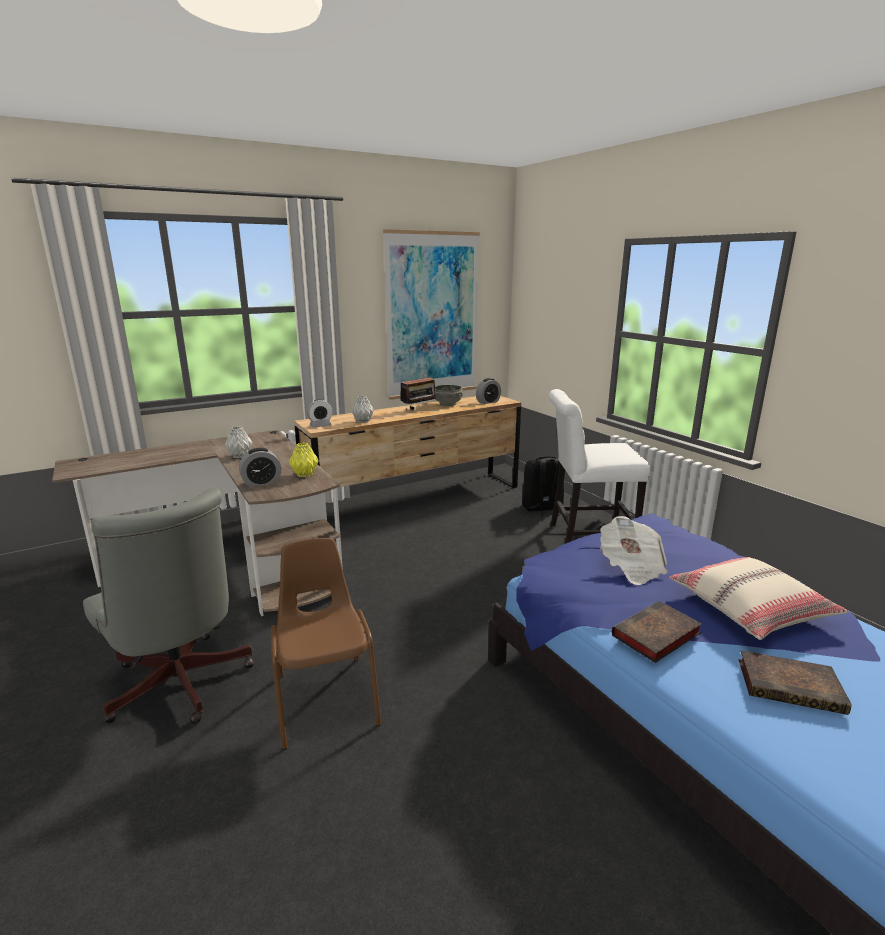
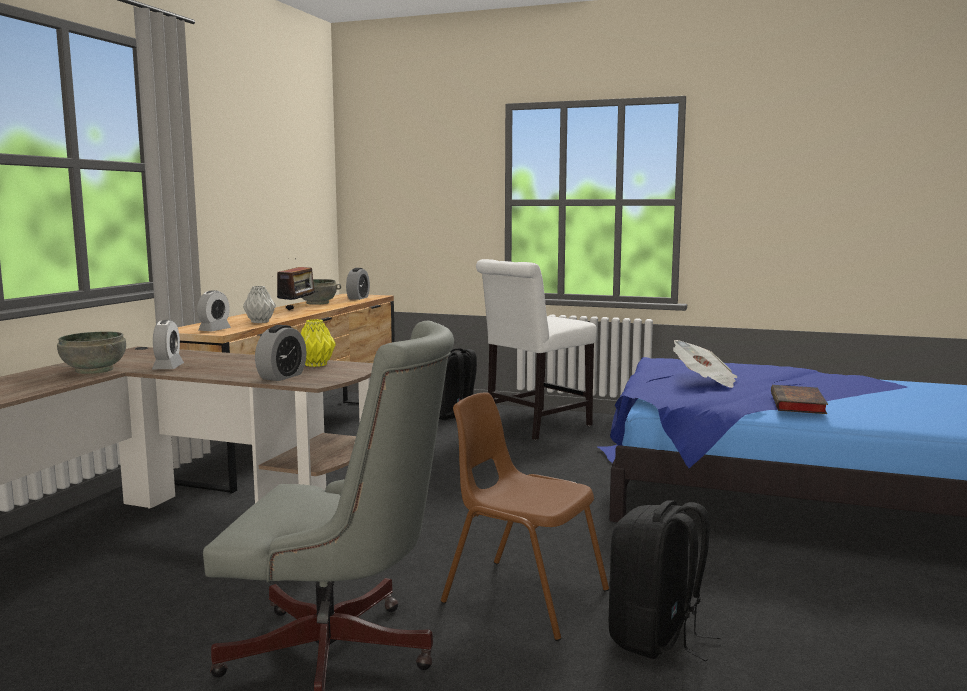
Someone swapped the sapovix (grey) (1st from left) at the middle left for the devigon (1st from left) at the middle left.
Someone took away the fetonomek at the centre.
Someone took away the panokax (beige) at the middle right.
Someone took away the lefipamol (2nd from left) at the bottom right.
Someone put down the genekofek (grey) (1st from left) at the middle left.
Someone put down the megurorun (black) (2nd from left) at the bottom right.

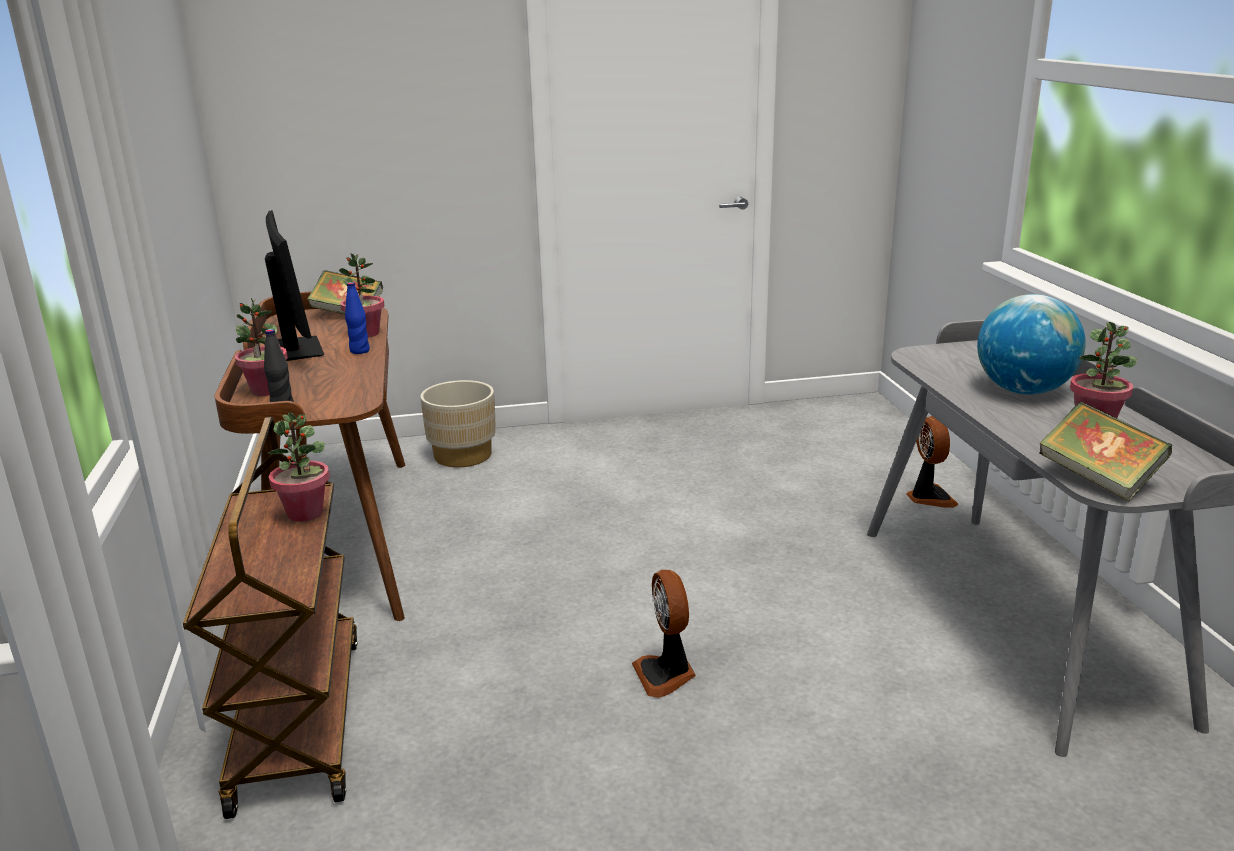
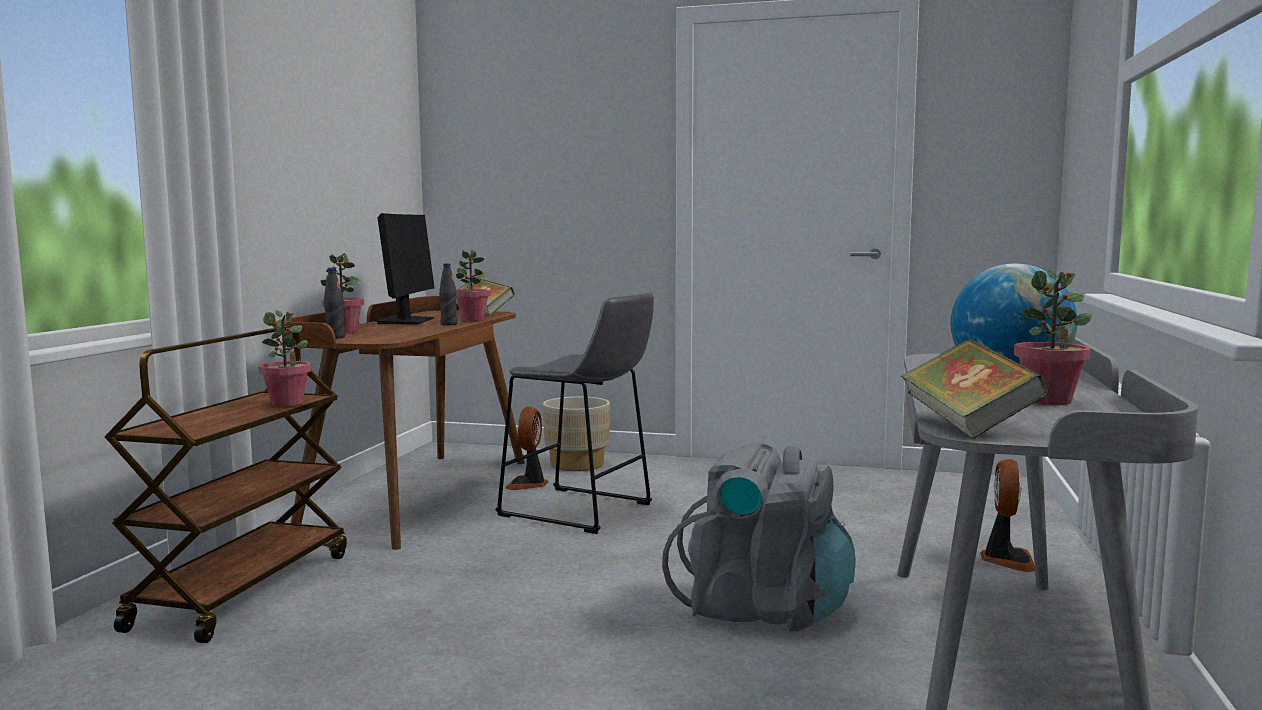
Someone repainted the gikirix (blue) at the middle left, which became the gikirix (black) (2nd from left) at the centre.
Someone carried the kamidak (1st from left) from the bottom centre to the centre.
Someone put down the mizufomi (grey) at the centre.
Someone put down the megurorun (grey) at the bottom centre.

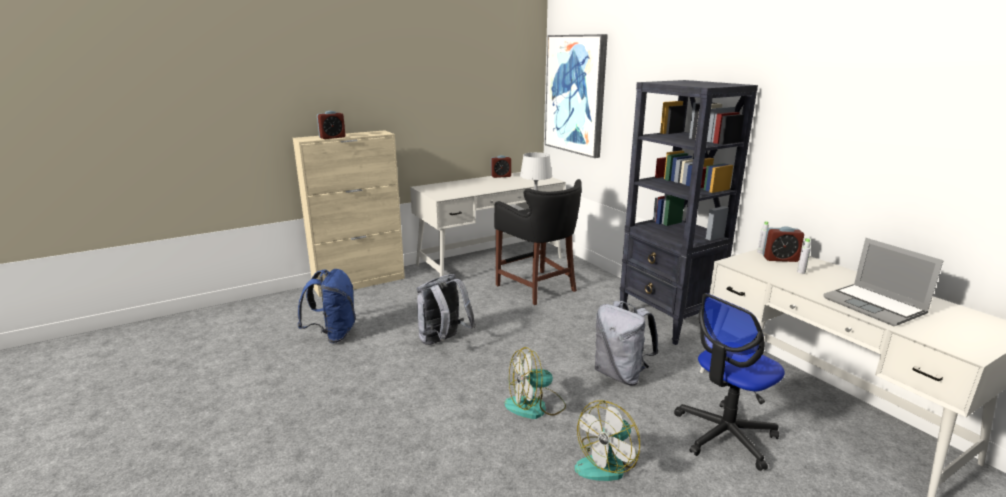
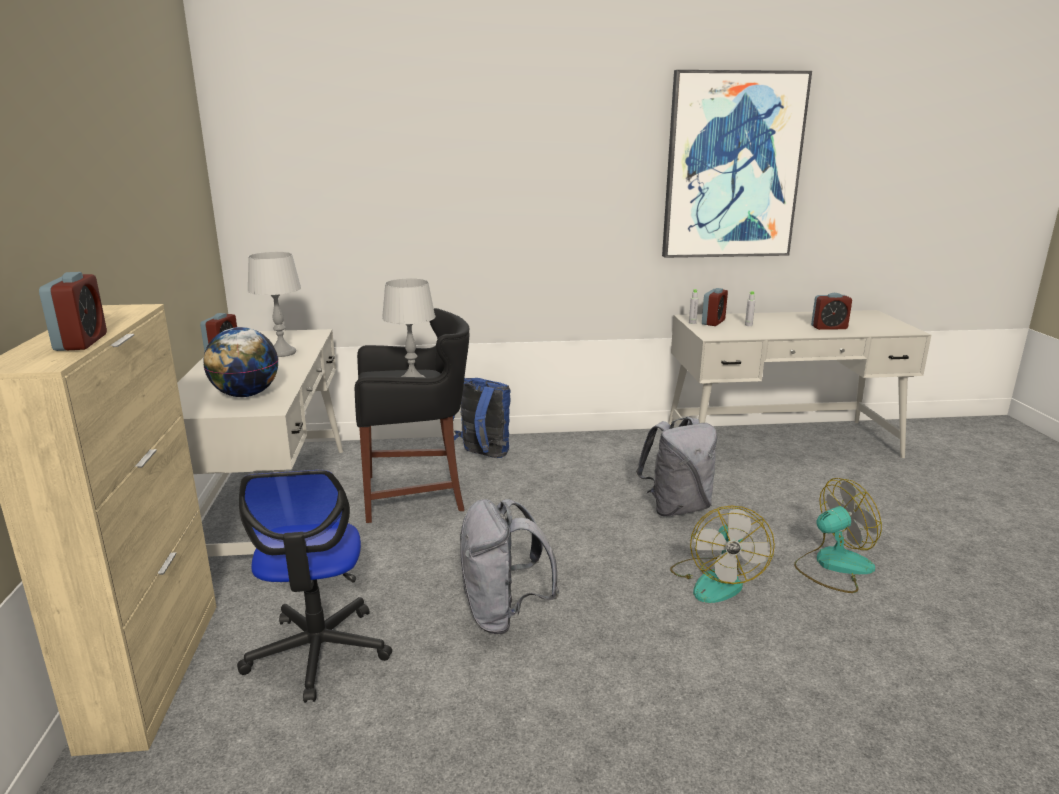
Someone carried the megurorun (blue) from the middle left to the centre.
Someone carried the fetonomek from the top centre to the top right.
Someone rotated the kamidak (2nd from left) at the bottom centre by 90 degrees counterclockwise.
Someone took away the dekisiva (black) at the middle right.
Someone carried the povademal from the bottom right to the bottom left.
Someone swapped the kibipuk at the middle right for the devigon (4th from left) at the middle right.
Someone put down the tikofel at the middle left.
Someone put down the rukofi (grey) (1st from left) at the middle left.

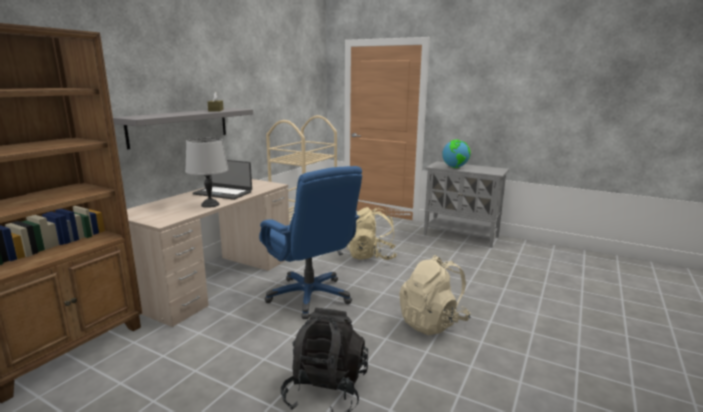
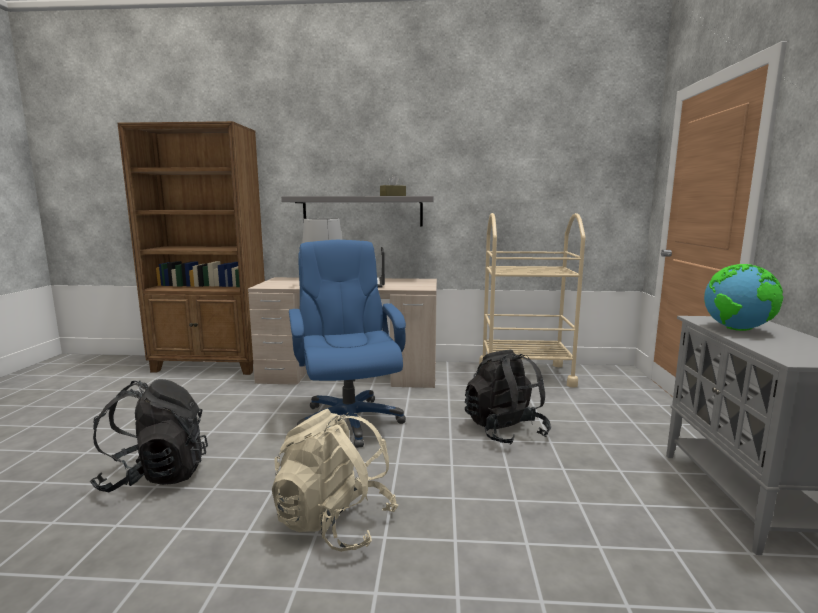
Someone rotated the povademal (blue) at the centre by 135 degrees clockwise.
Someone repainted the megurorun (beige) (1st from left) at the centre, which became the megurorun (black) (2nd from left) at the centre.

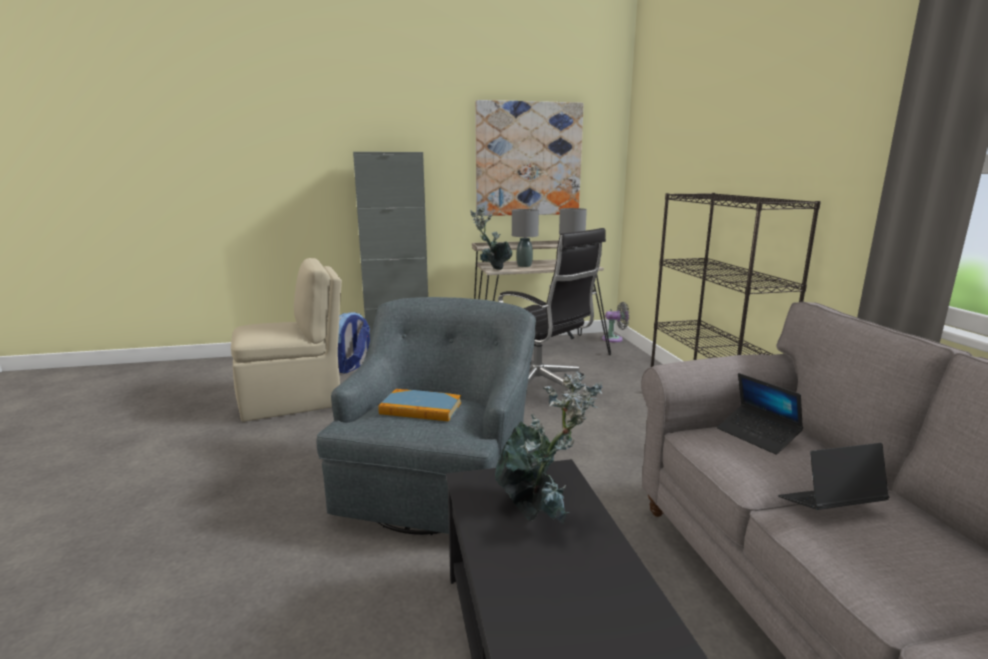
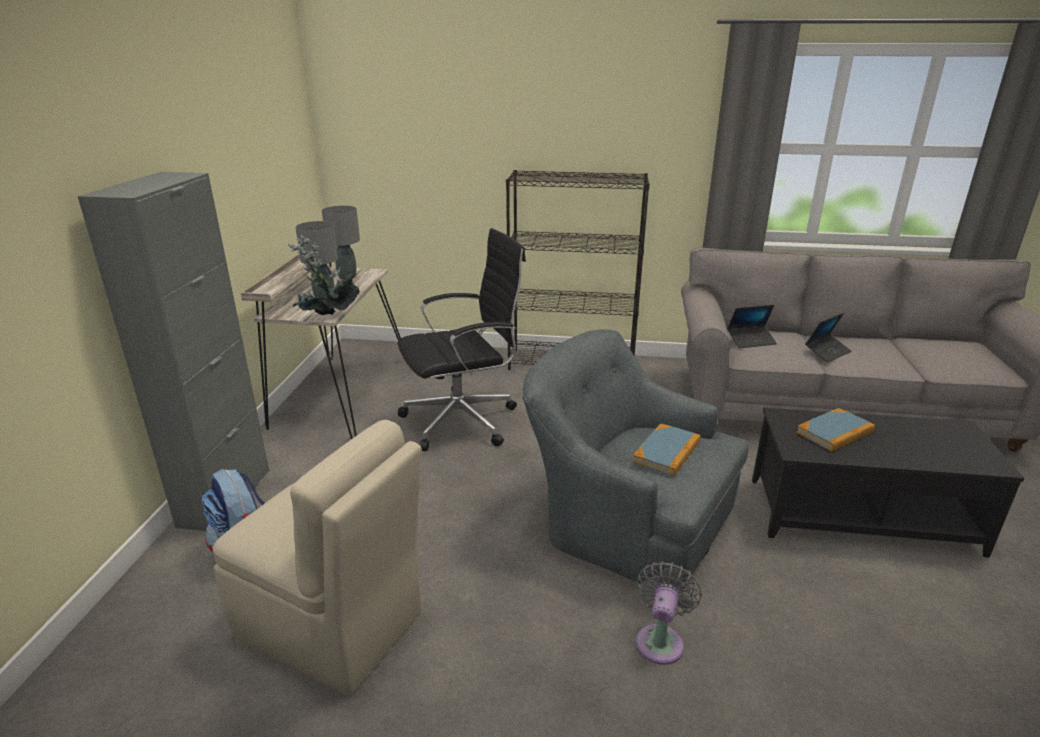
Someone rotated the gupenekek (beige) at the middle left by 120 degrees clockwise.
Someone took away the fetonomek at the top centre.
Someone swapped the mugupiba (2nd from left) at the bottom centre for the lefipamol (2nd from left) at the middle right.
Someone carried the kamidak (grey) from the centre to the bottom centre.
Someone rotated the kibipuk (2nd from left) at the bottom right by 135 degrees counterclockwise.

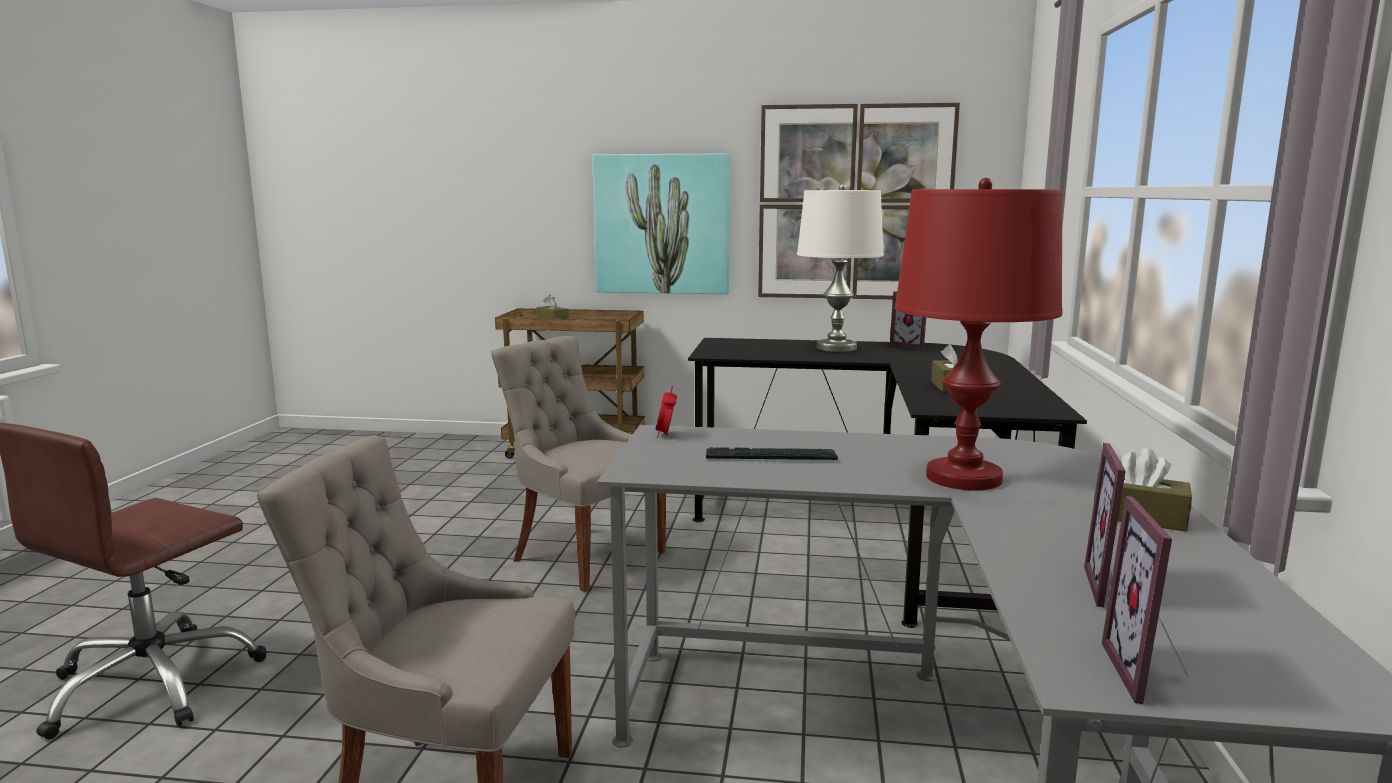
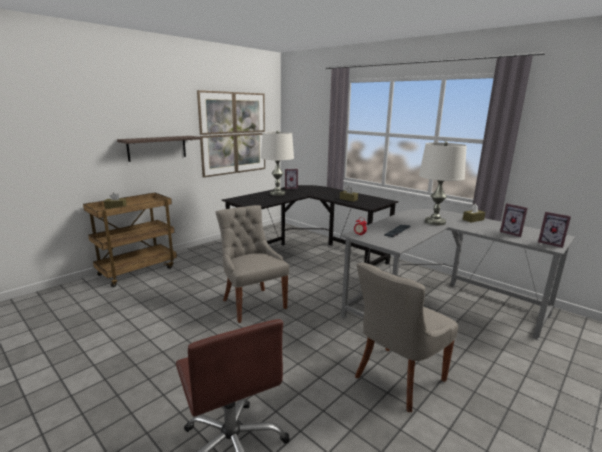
Someone rotated the gupenekek (grey) (2nd from left in the first image) at the centre by 75 degrees clockwise.
Someone swapped the fetonomek (1st from left) at the top centre for the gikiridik at the top left.
Someone repainted the rukofi (red) at the middle right, which became the rukofi (white) (2nd from left) at the middle right.

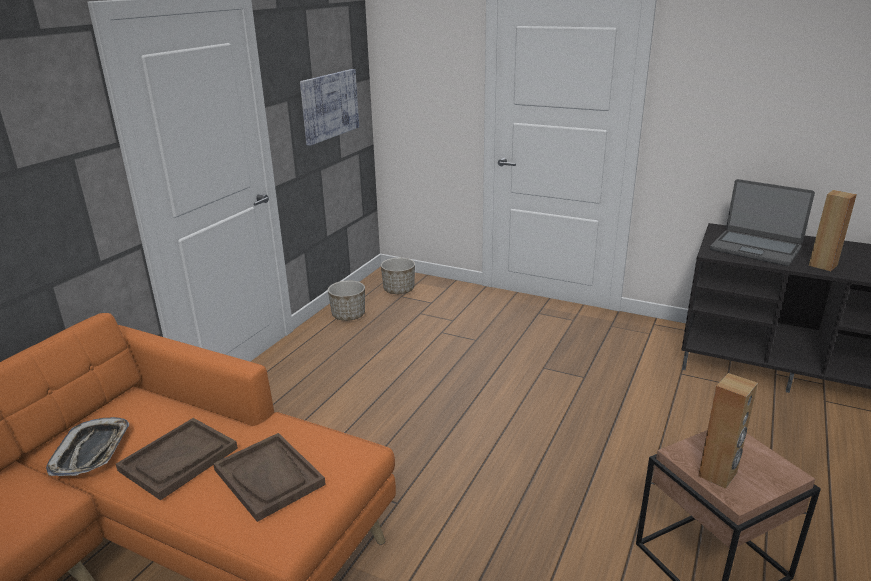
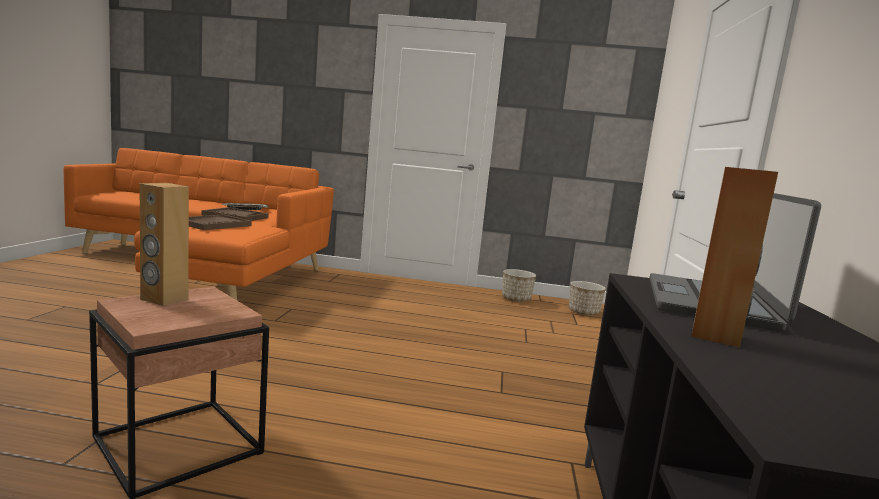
Someone took away the fetonomek at the top centre.

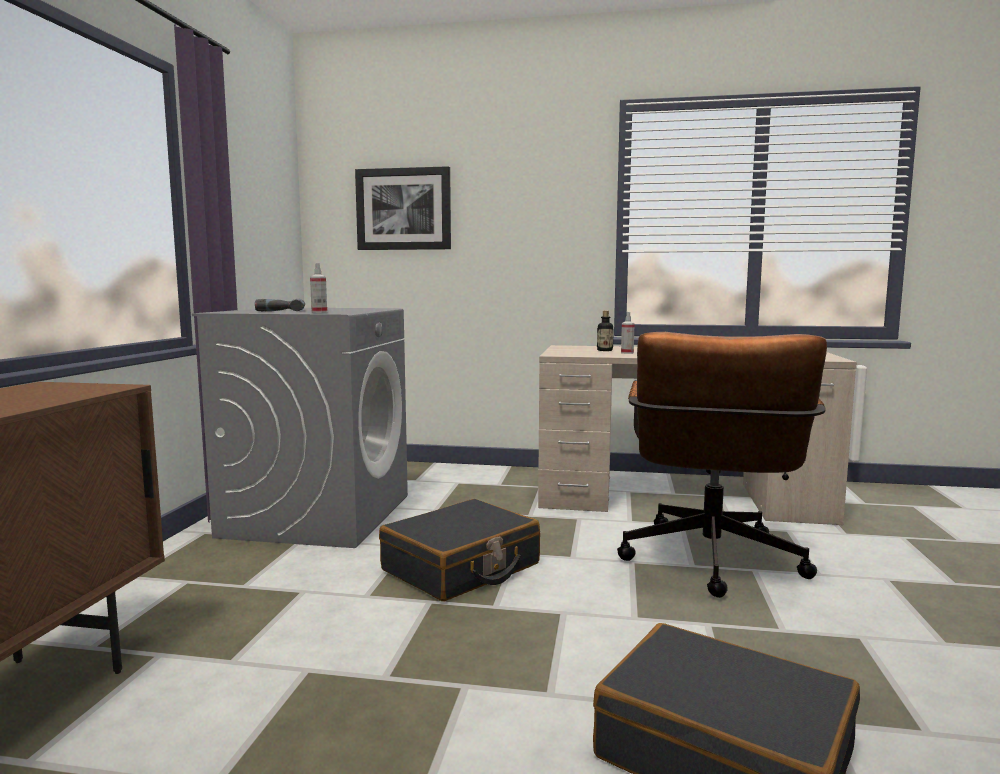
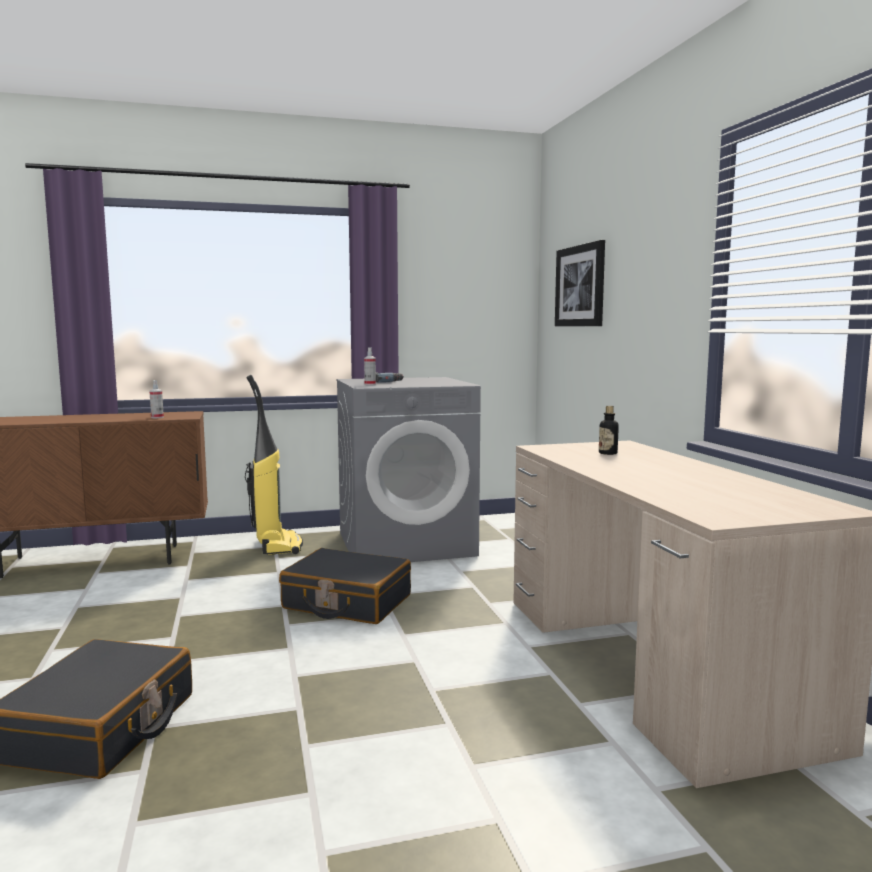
Someone took away the povademal (brown) at the middle right.
Someone carried the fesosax (2nd from left in the first image) from the centre to the middle left.
Someone put down the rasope at the middle left.

